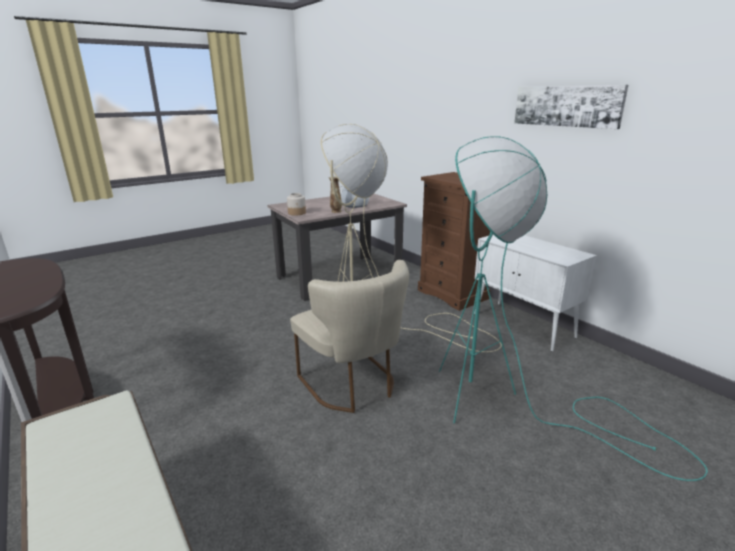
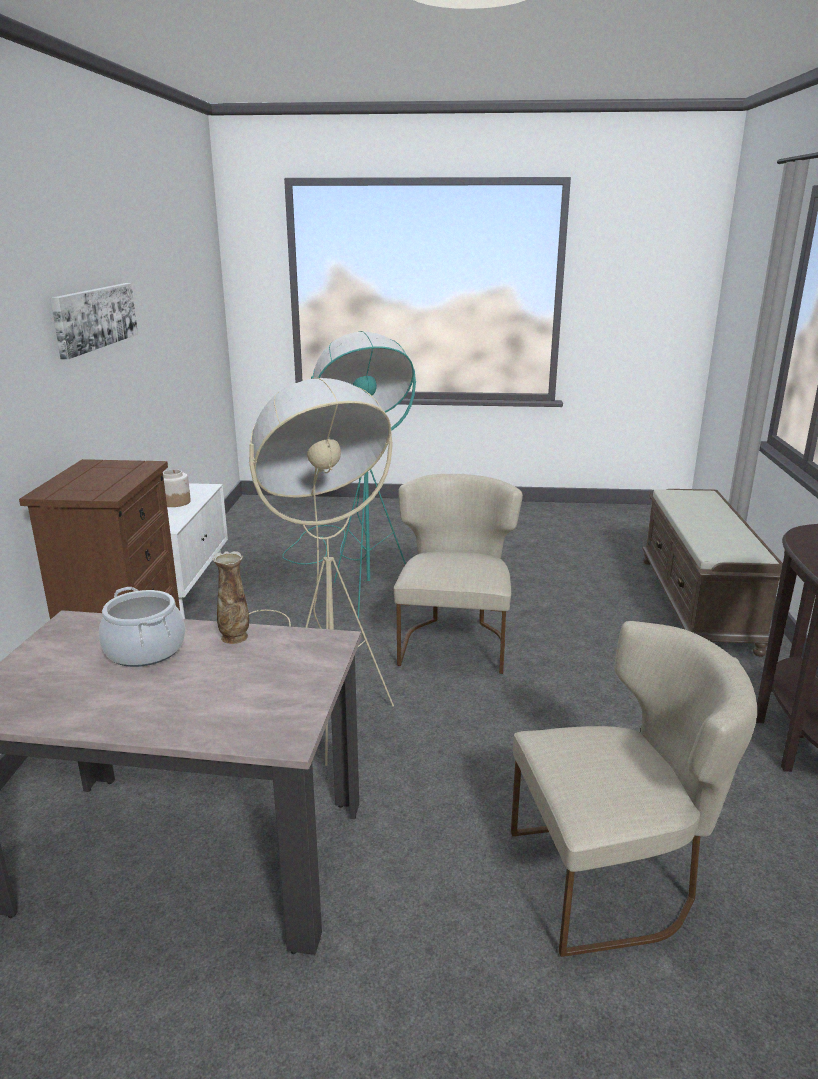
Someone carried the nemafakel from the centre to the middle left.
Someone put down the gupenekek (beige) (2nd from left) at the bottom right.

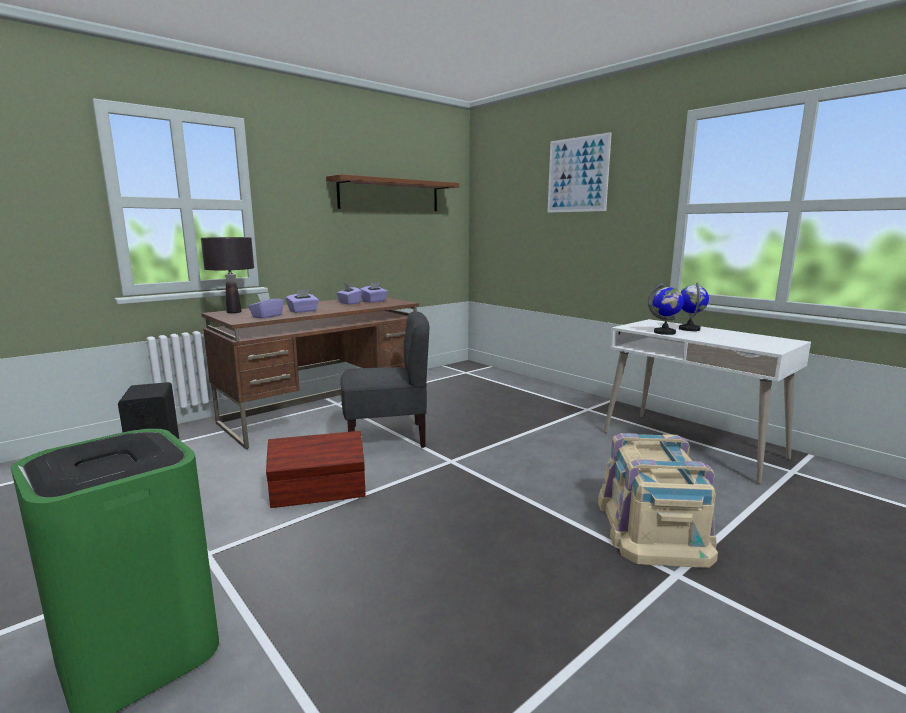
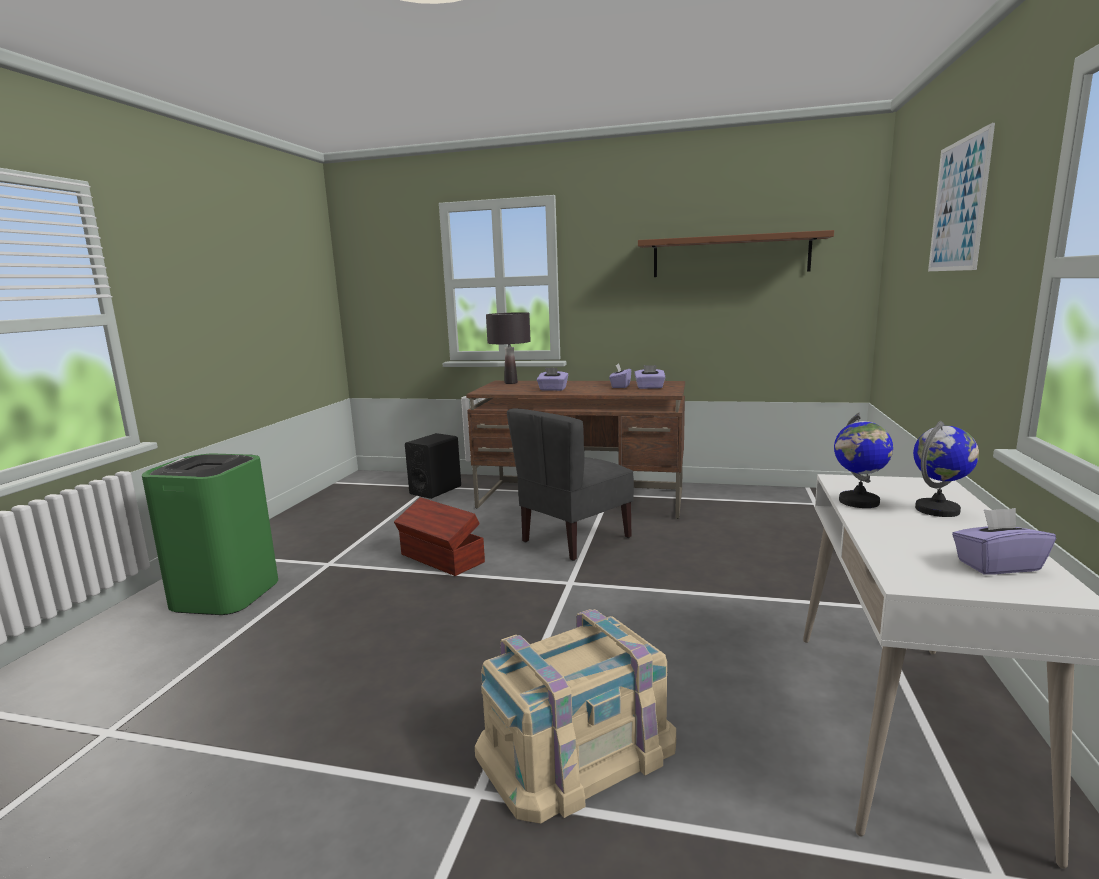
Someone carried the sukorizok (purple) (1st from left in the first image) from the middle left to the middle right.
Someone rotated the gupenekek (grey) at the centre by 90 degrees clockwise.

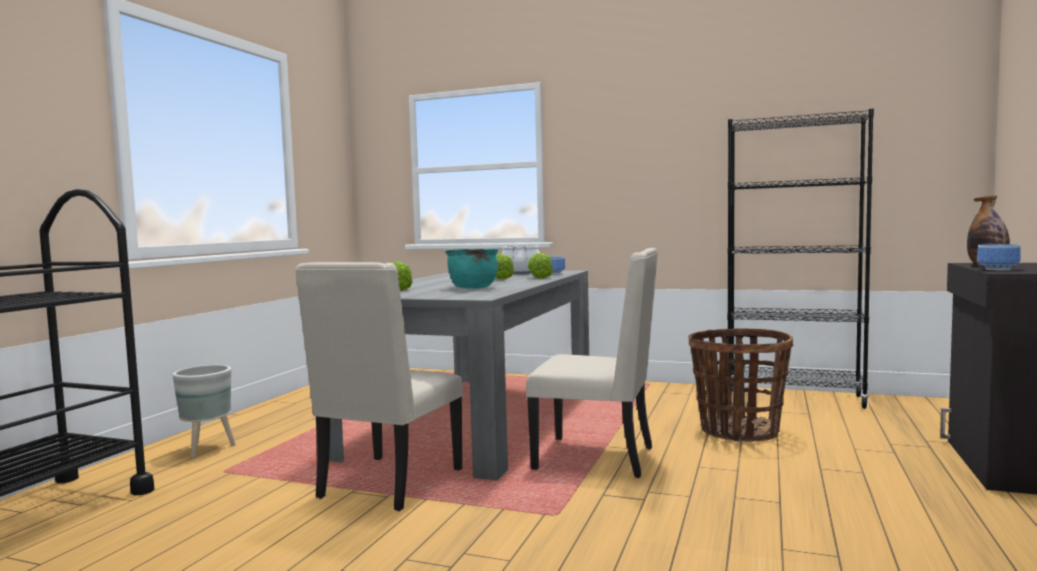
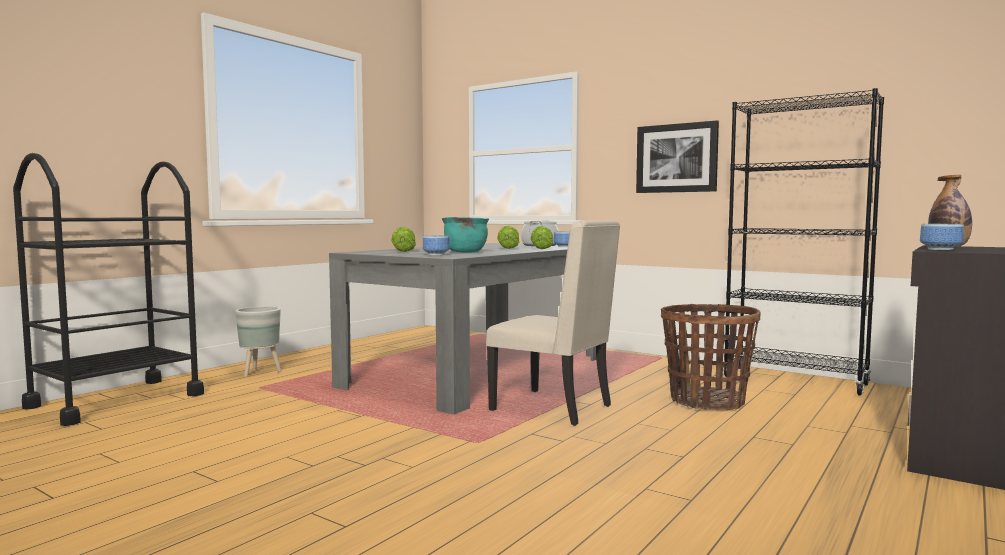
Someone took away the gupenekek (beige) (1st from left) at the bottom centre.
Someone put down the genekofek (1st from left) at the centre.
Someone put up the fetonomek at the top right.

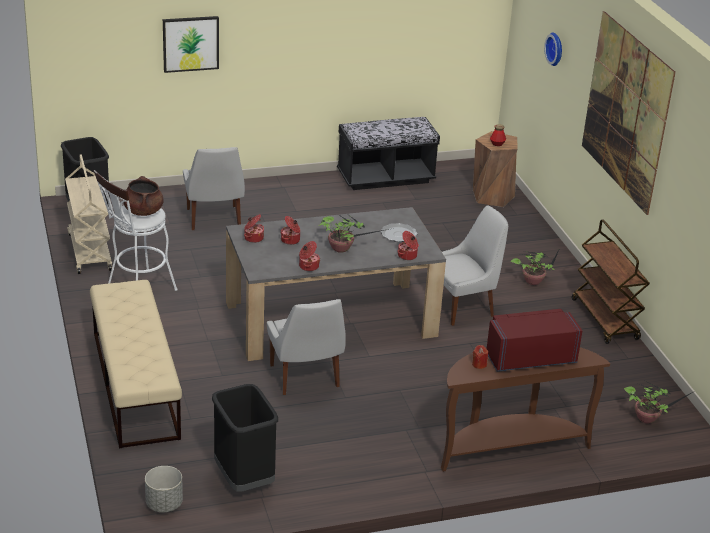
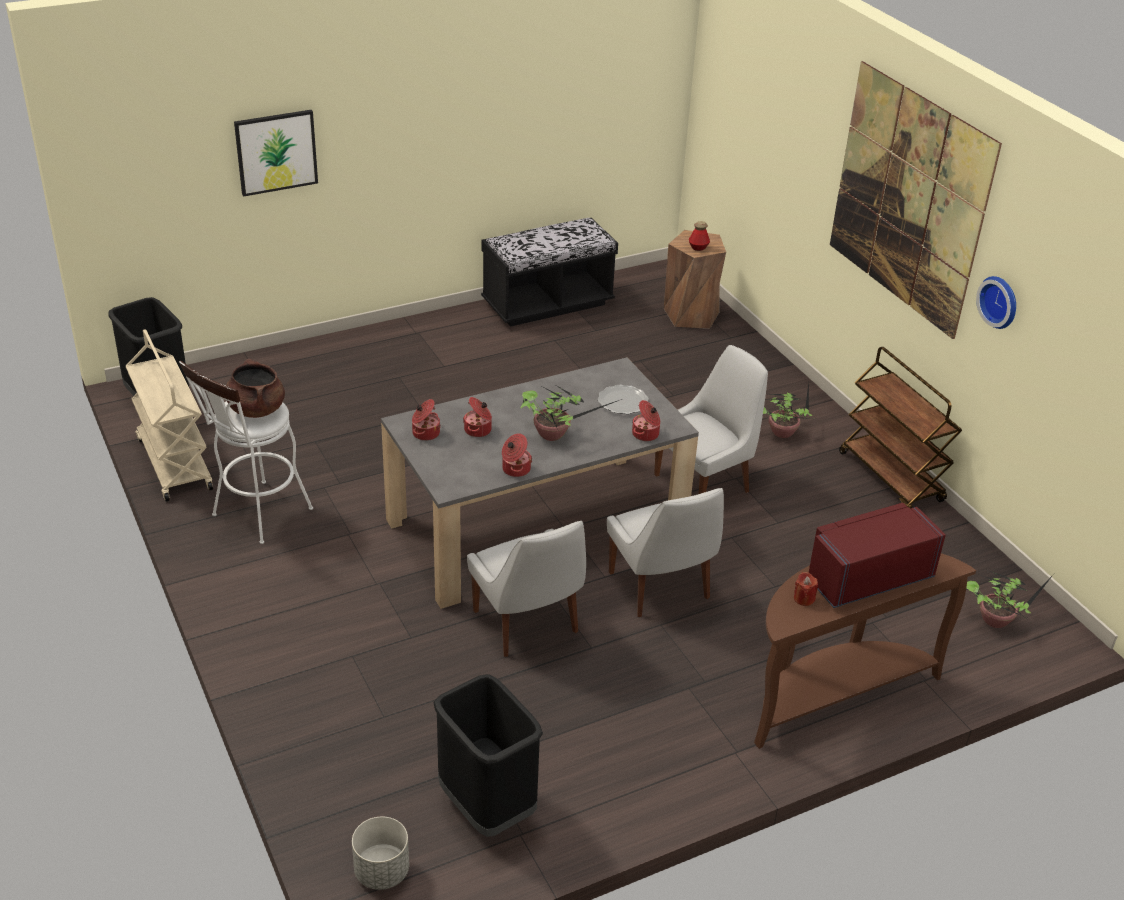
Someone took away the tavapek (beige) at the bottom left.
Someone carried the gupenekek (white) (1st from left in the first image) from the middle left to the centre.
Someone carried the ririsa from the top right to the middle right.

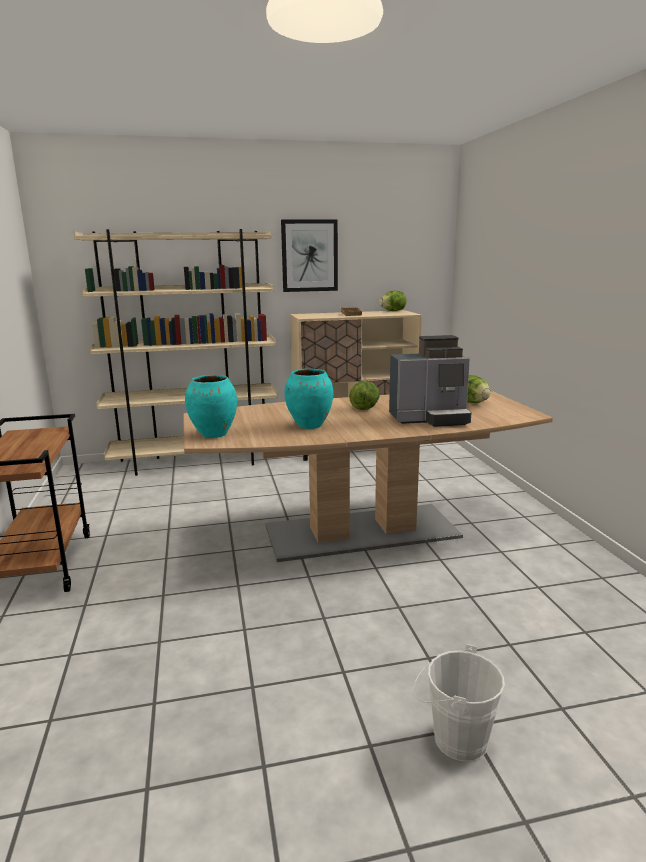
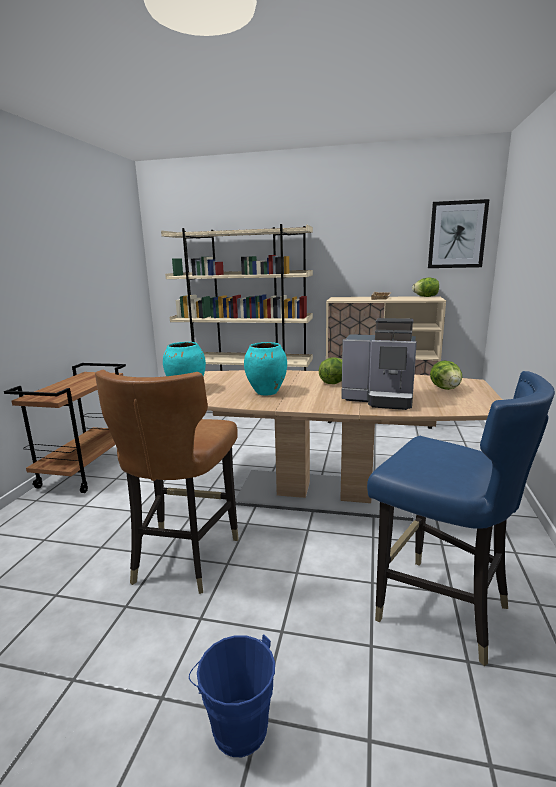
Someone carried the fetonomek from the top centre to the top right.
Someone repainted the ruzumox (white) at the bottom right, which became the ruzumox (blue) at the bottom centre.
Someone put down the gupenekek (brown) at the middle left.
Someone put down the gupenekek (blue) at the middle right.

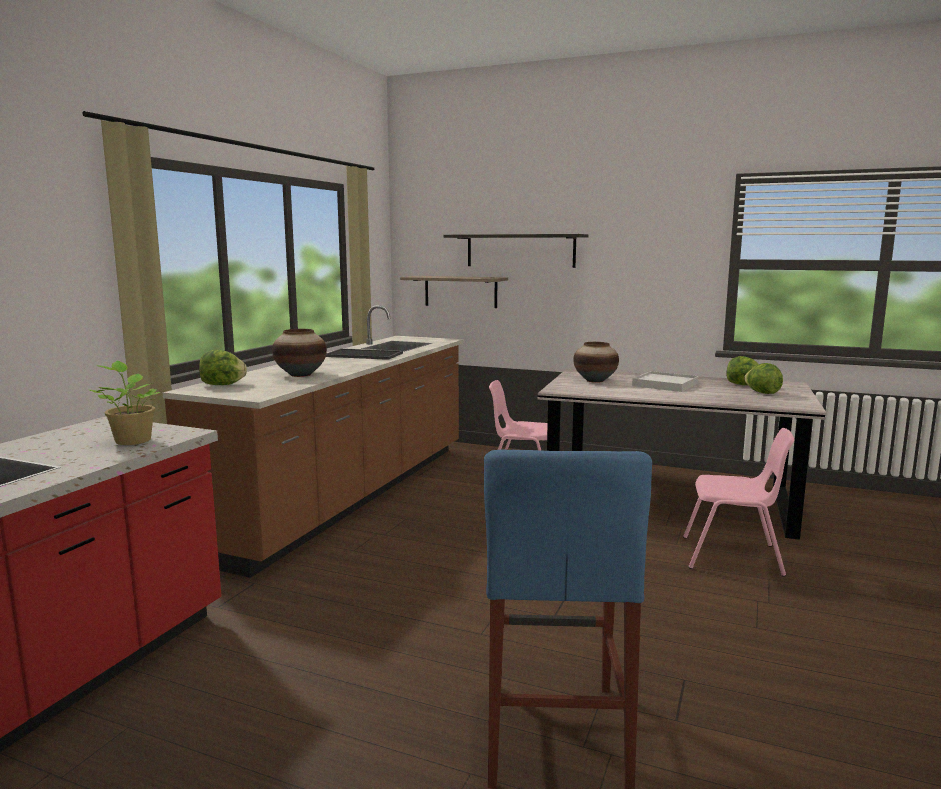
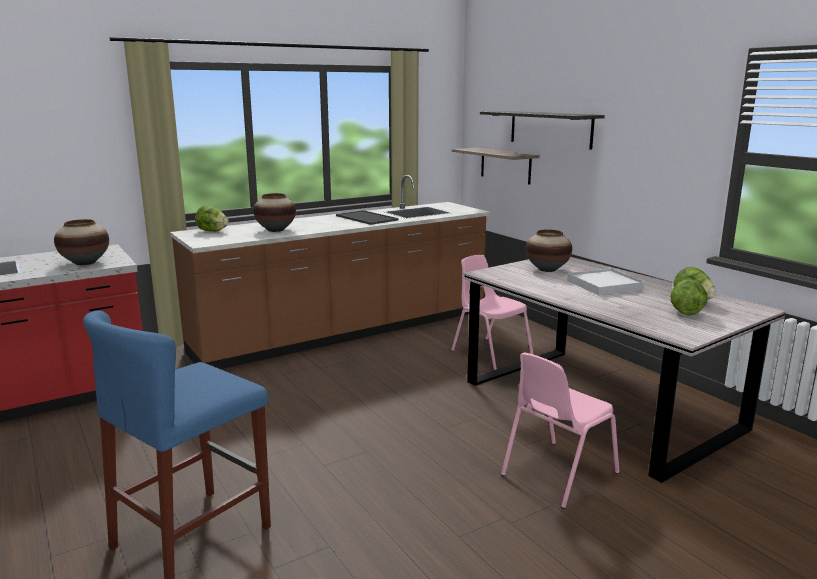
Someone swapped the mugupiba at the middle left for the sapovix (1st from left) at the middle left.
Someone rotated the gupenekek (pink) (2nd from left) at the middle right by 90 degrees clockwise.

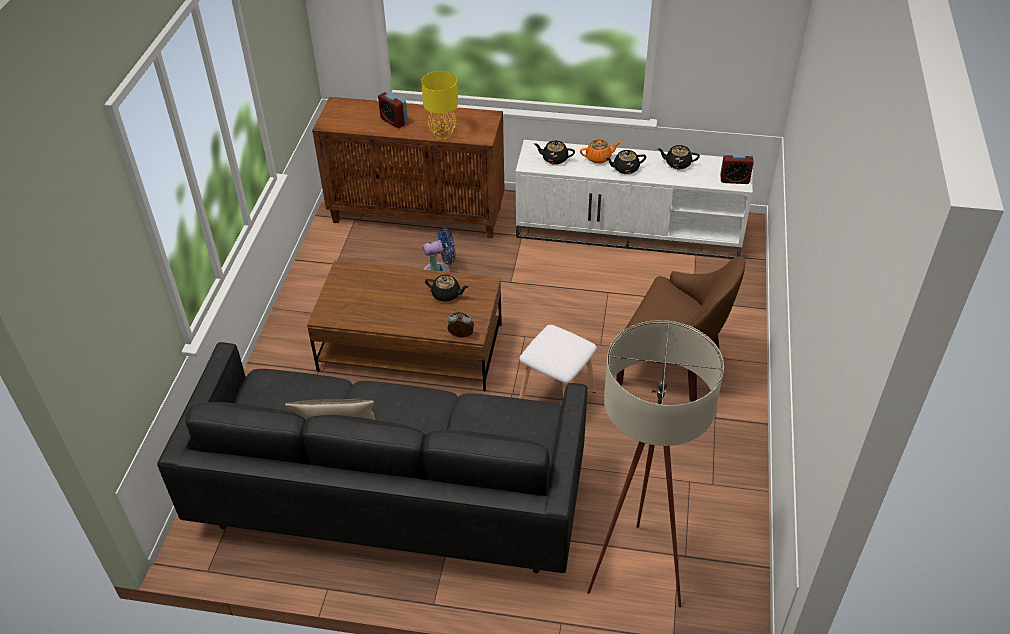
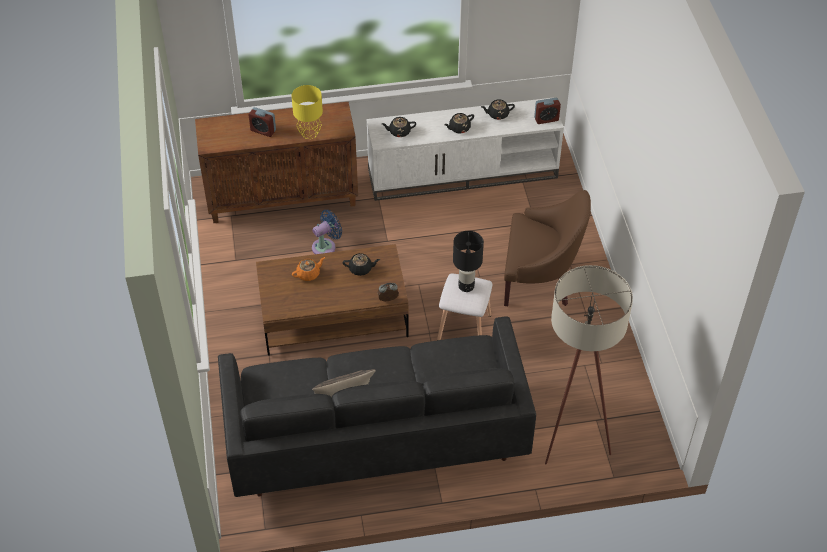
Someone carried the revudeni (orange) from the top centre to the centre.
Someone put down the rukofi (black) at the centre.

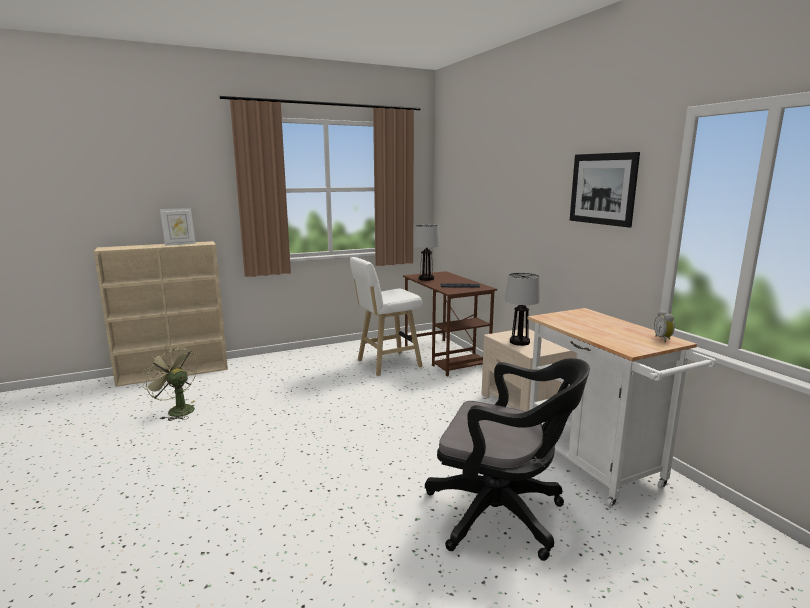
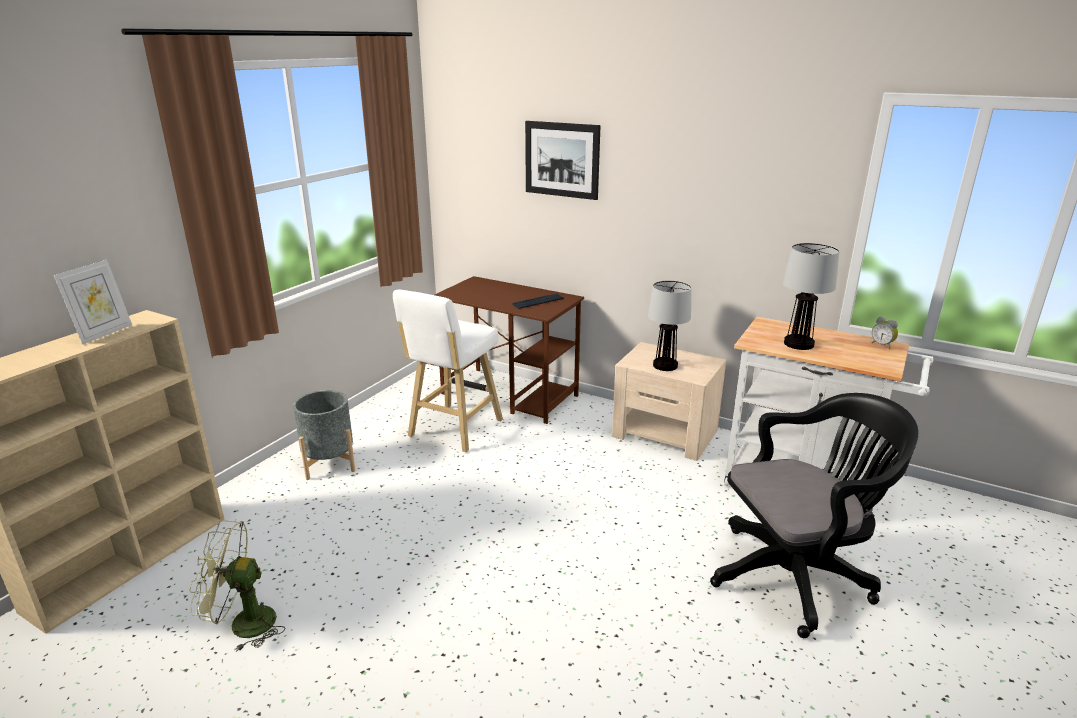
Someone carried the rukofi (1st from left in the first image) from the centre to the middle right.
Someone carried the fetonomek from the top right to the top centre.
Someone put down the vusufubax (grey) at the middle left.

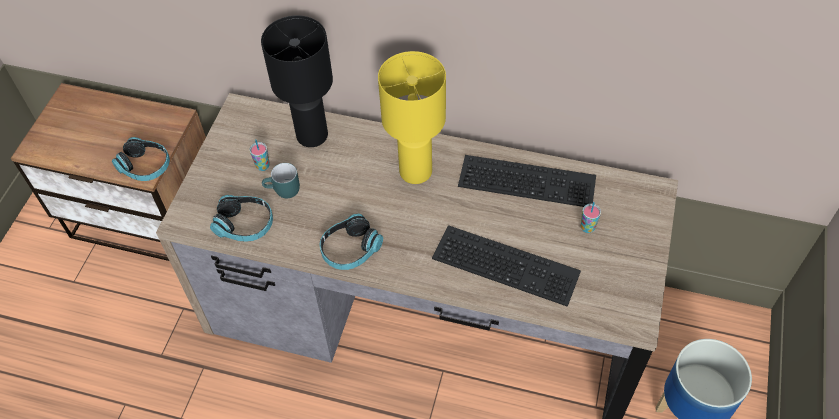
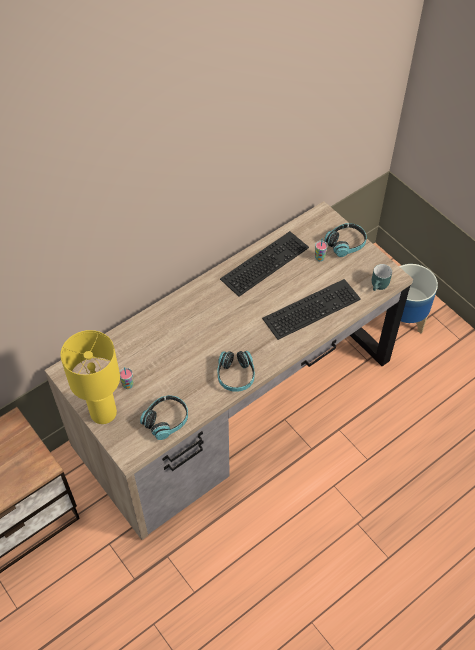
Someone carried the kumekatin (1st from left in the first image) from the middle left to the middle right.
Someone took away the rukofi (black) at the top centre.
Someone carried the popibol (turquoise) from the centre to the middle right.
Someone carried the rukofi (yellow) from the top centre to the middle left.

